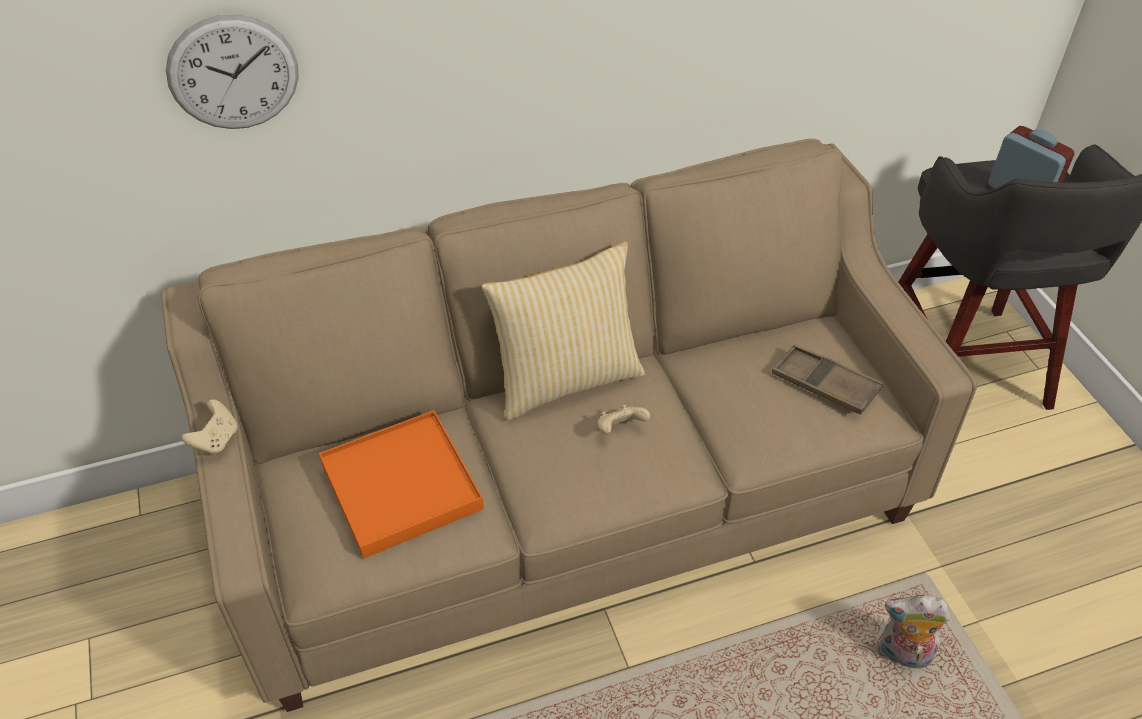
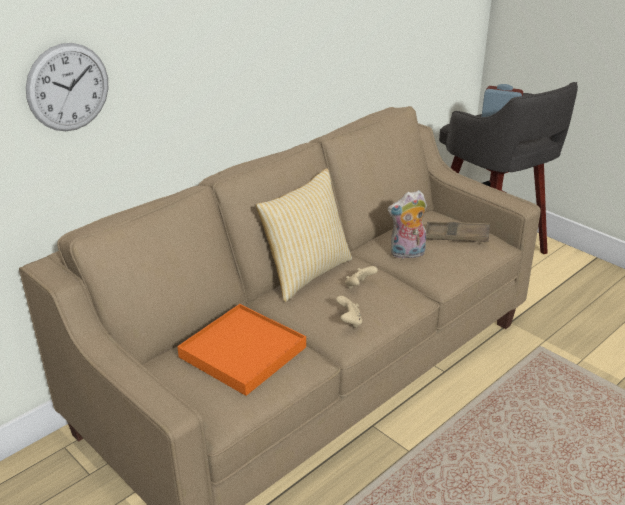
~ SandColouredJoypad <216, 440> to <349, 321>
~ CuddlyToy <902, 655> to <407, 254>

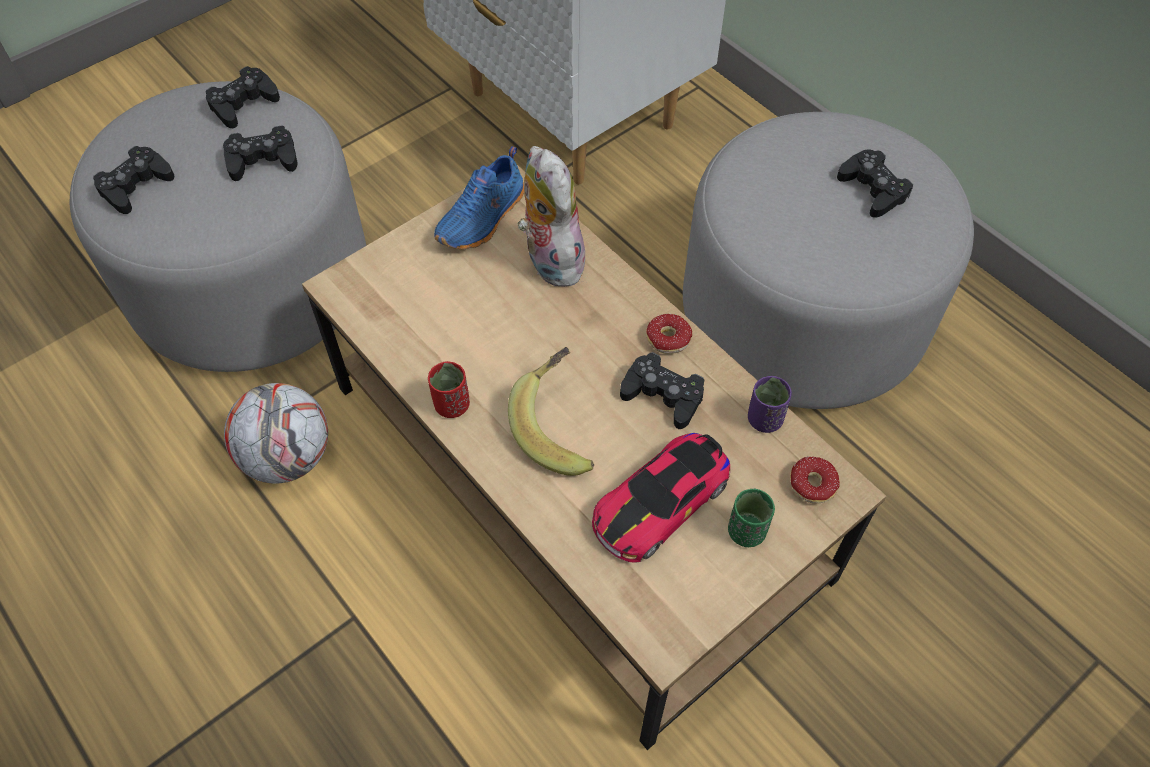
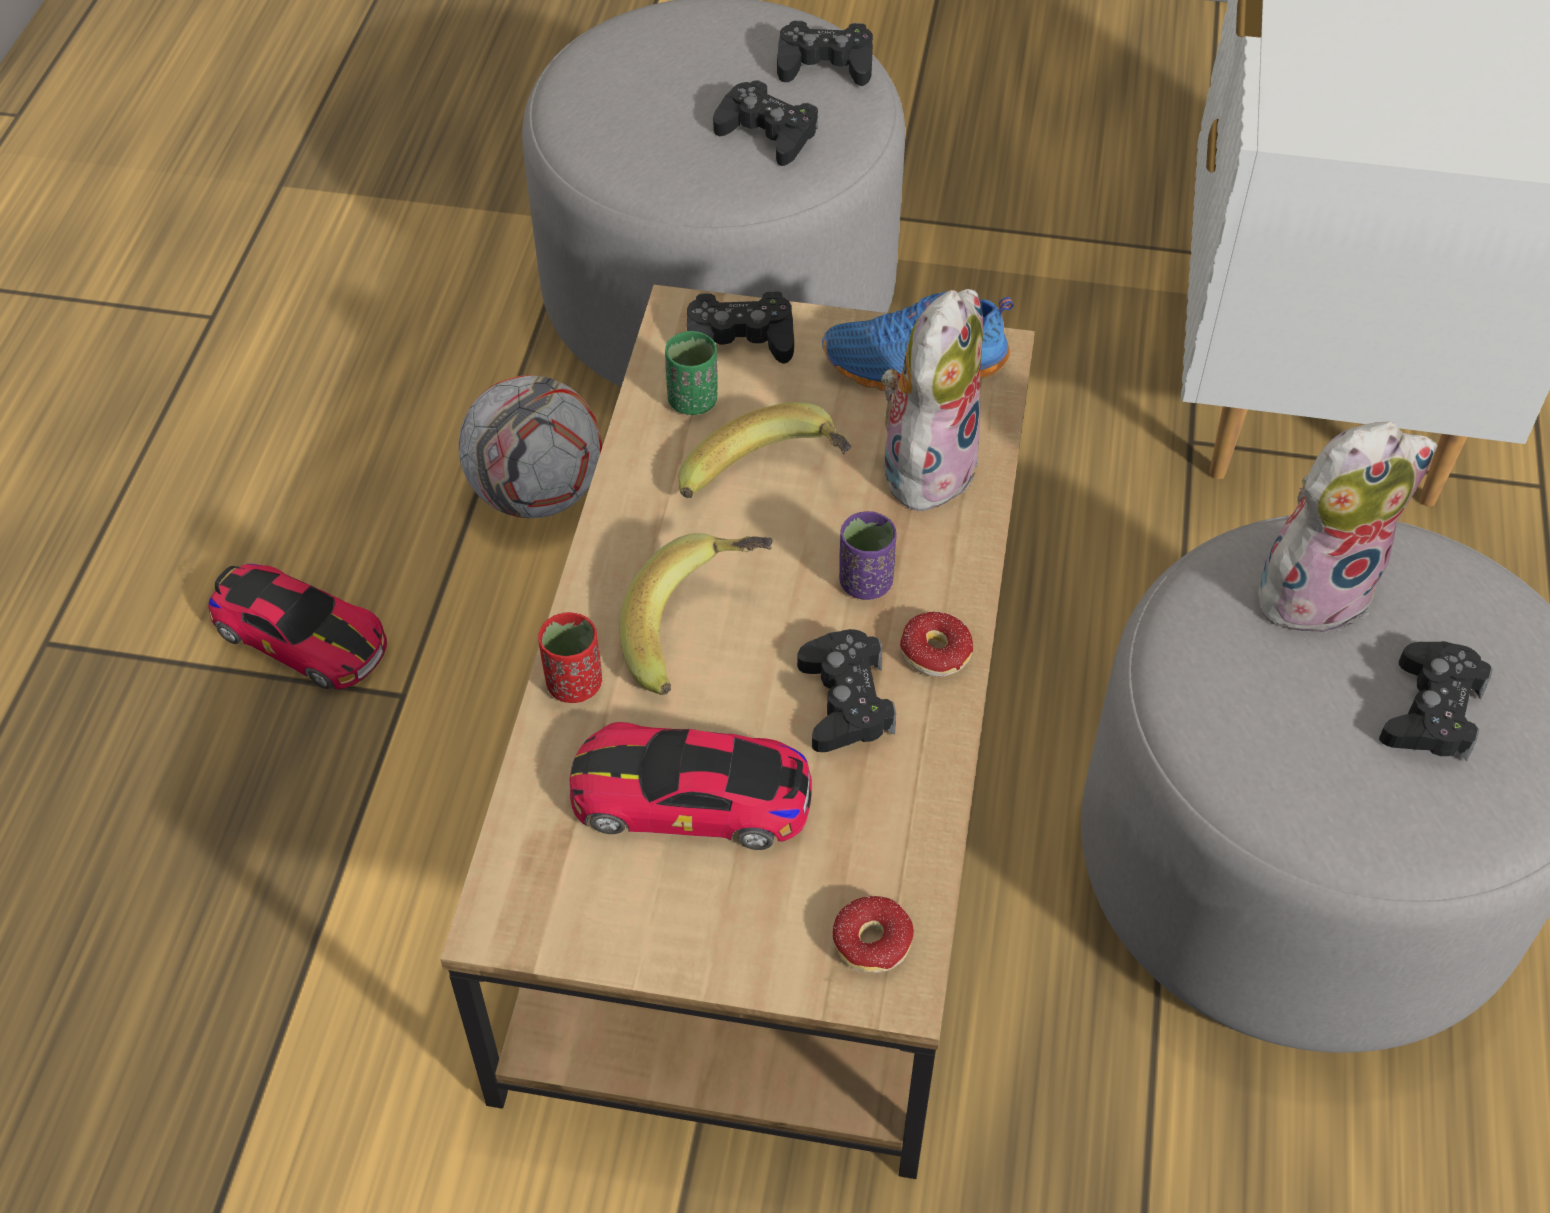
+ MiniatureCar <300, 636>
+ BananaFruit <768, 485>
+ CuddlyToy <1315, 589>
~ BlackColouredJoypad <136, 186> to <740, 339>
~ RedCup <452, 405> to <574, 684>
~ GreenCup <746, 531> to <693, 401>
~ PurpleCup <764, 419> to <865, 582>

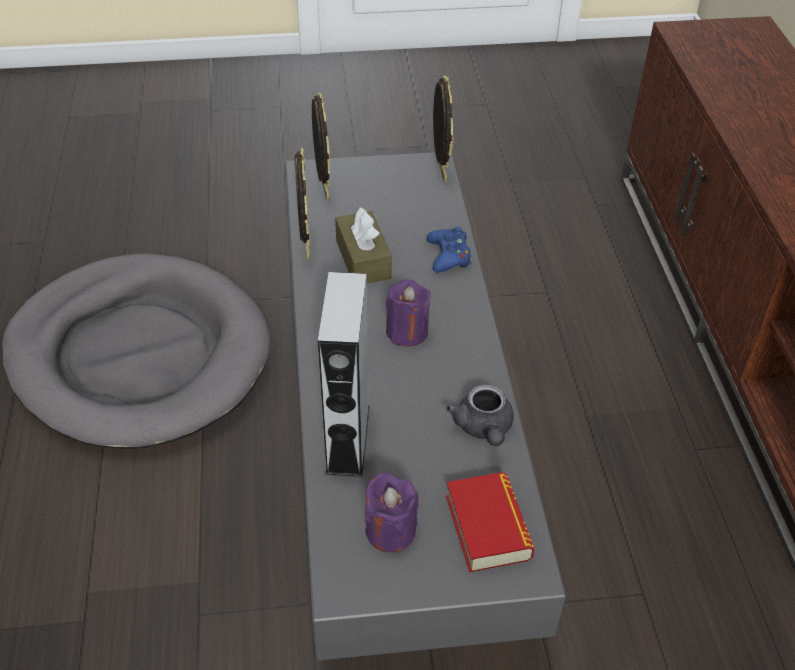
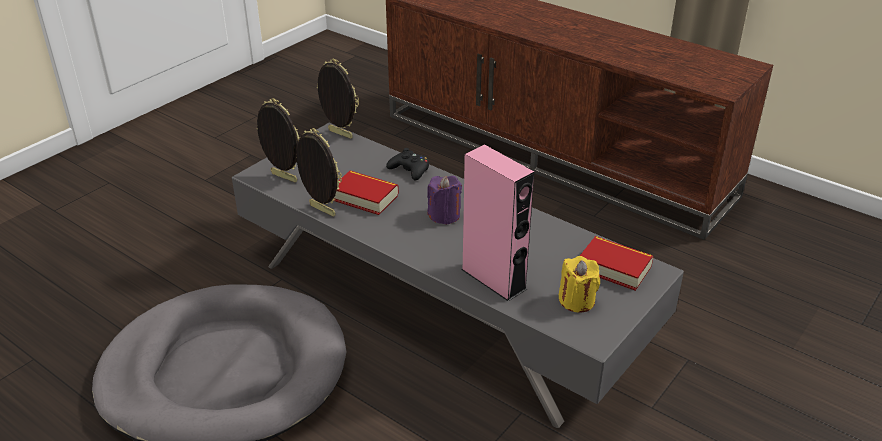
- GreyTeaPot <484, 428>
~ BrownColouredTissueHolder <363, 259> to BoundBook <365, 197>
~ GreyAudioSpeaker <348, 439> to PinkColouredAudioSpeaker <493, 279>
~ PurpleCandle <390, 530> to YellowColouredCandle <576, 301>
~ BlueColouredJoypad <449, 256> to BlackColouredJoypad <410, 170>

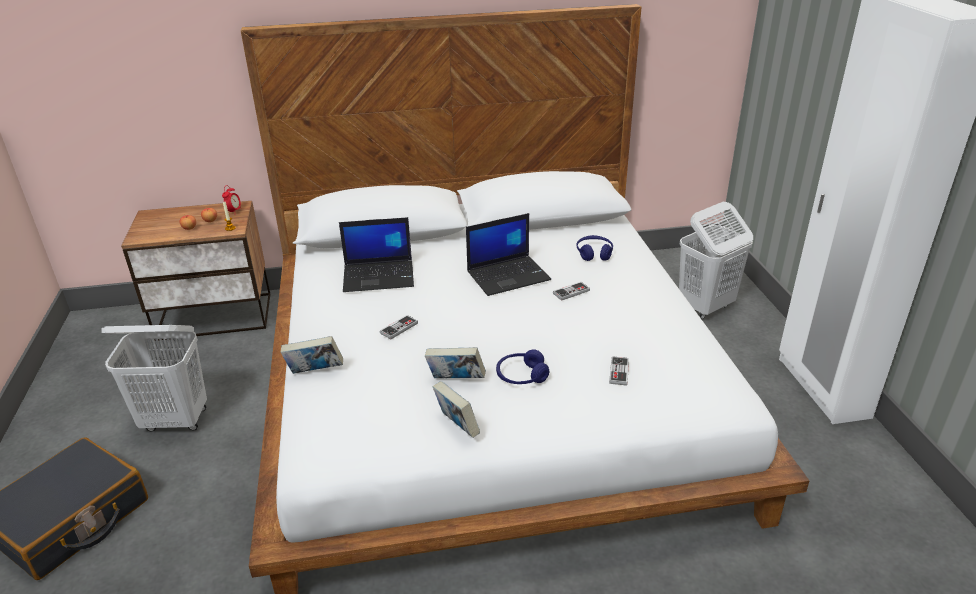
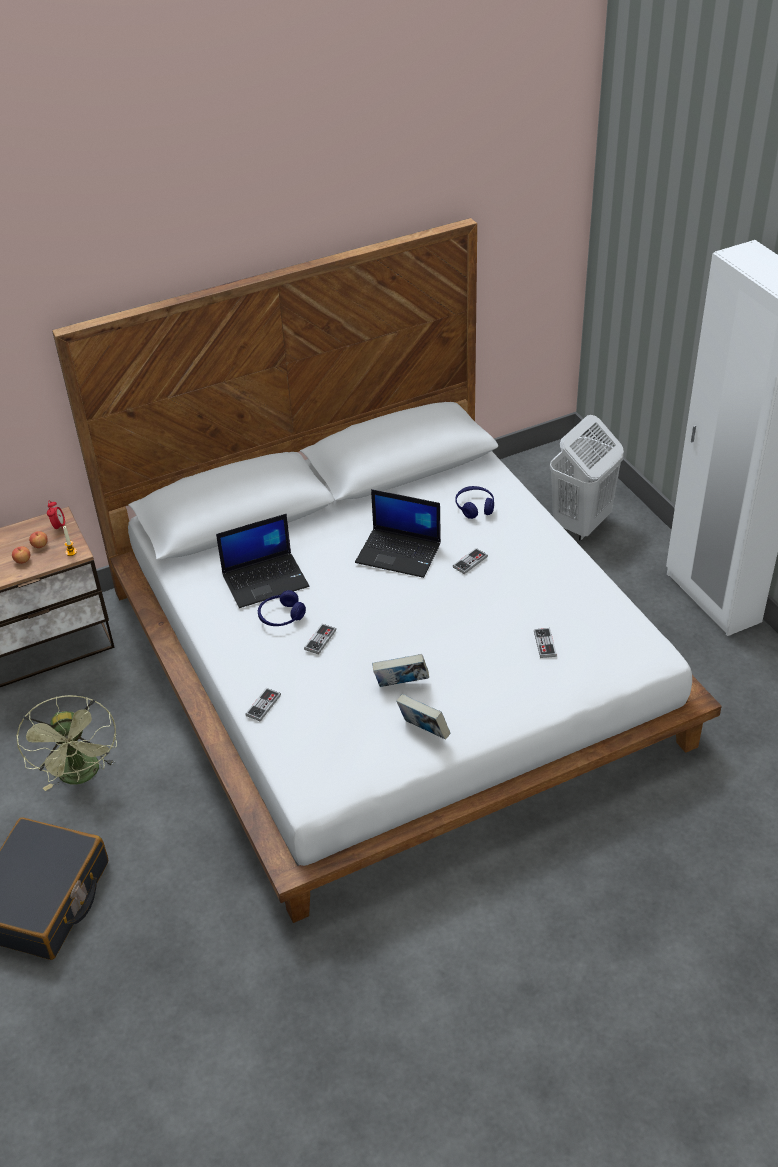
~ BlueColouredPairOfHeadphones <521, 376> to <281, 616>
~ WhitishLaundryBasket <176, 420> to GreenCoolingFan <82, 776>
~ BoundBook <315, 372> to Joypad <263, 705>
~ NotebookComputer <509, 275> = <400, 553> 60 degrees clockwise

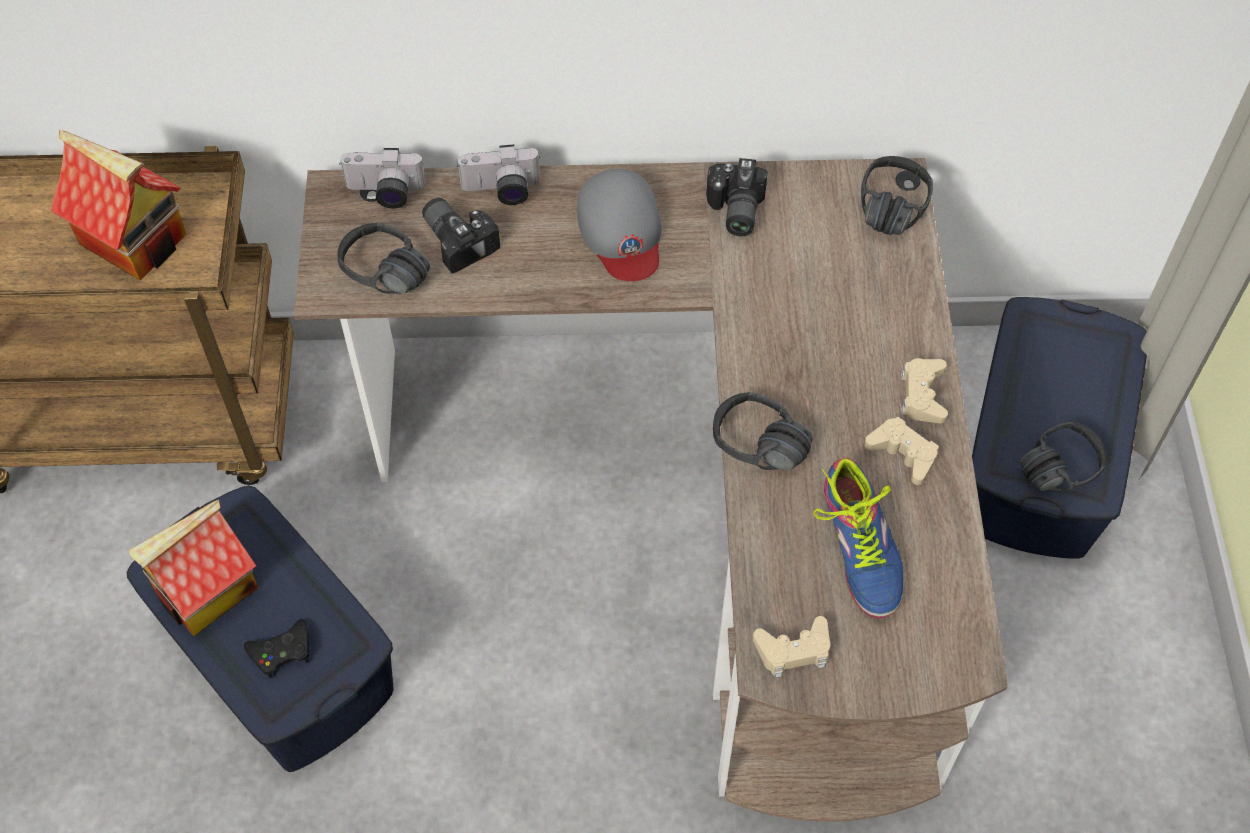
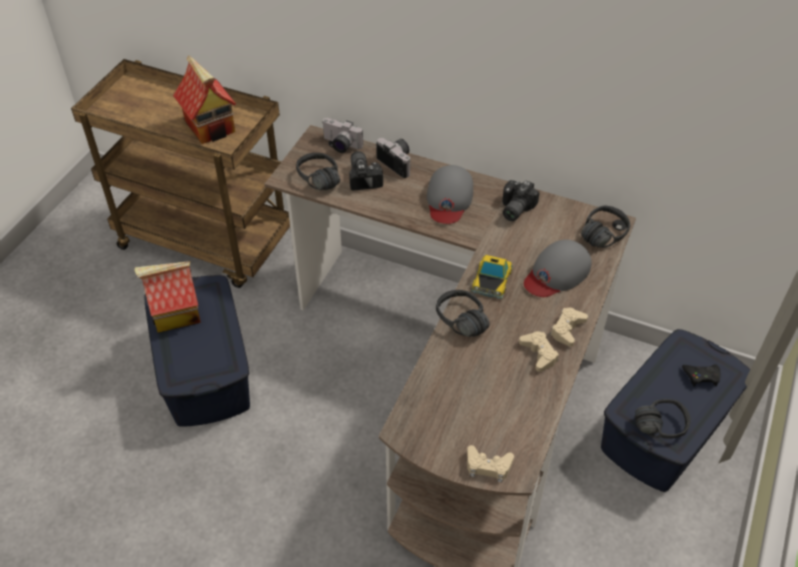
- ItemOfFootwear <861, 547>
+ MiniatureCar <491, 279>
+ GreyCap <556, 273>
~ BlackColouredJoypad <282, 651> to <701, 376>
~ SandColouredJoypad <793, 650> to <488, 466>
~ StillCamera <501, 191> = <398, 162> 150 degrees counterclockwise

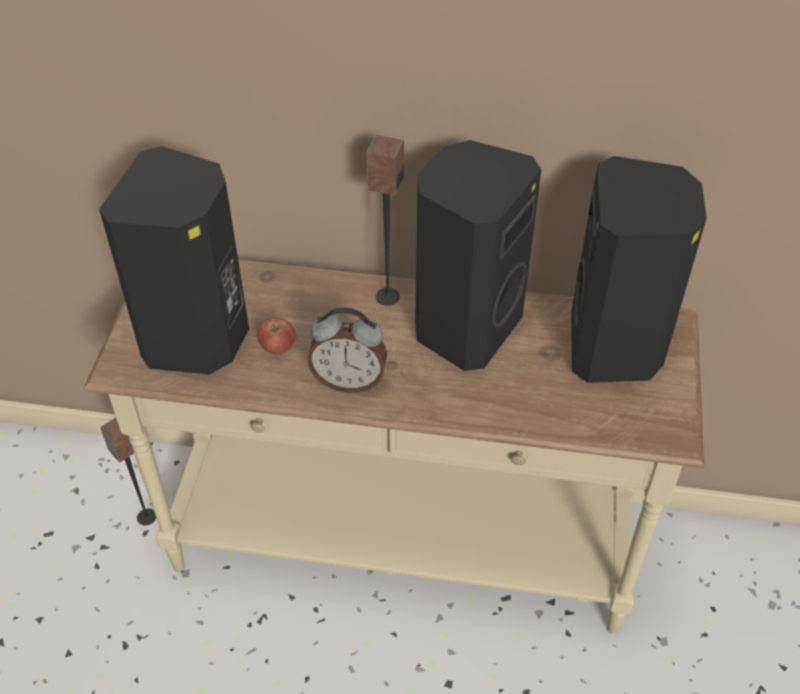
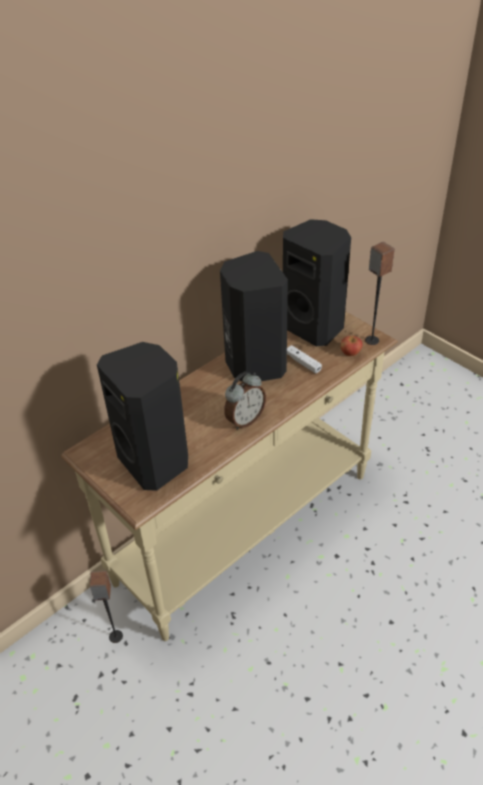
+ WhitishJoypad <303, 363>
~ Apple <278, 347> to <350, 353>
~ AudioSpeaker <387, 296> to <371, 340>

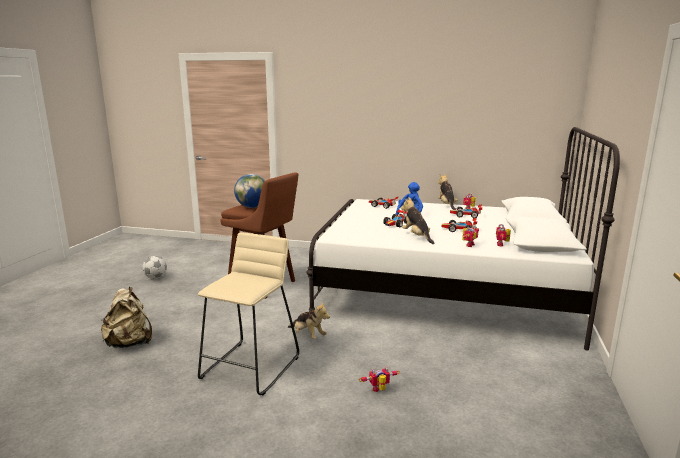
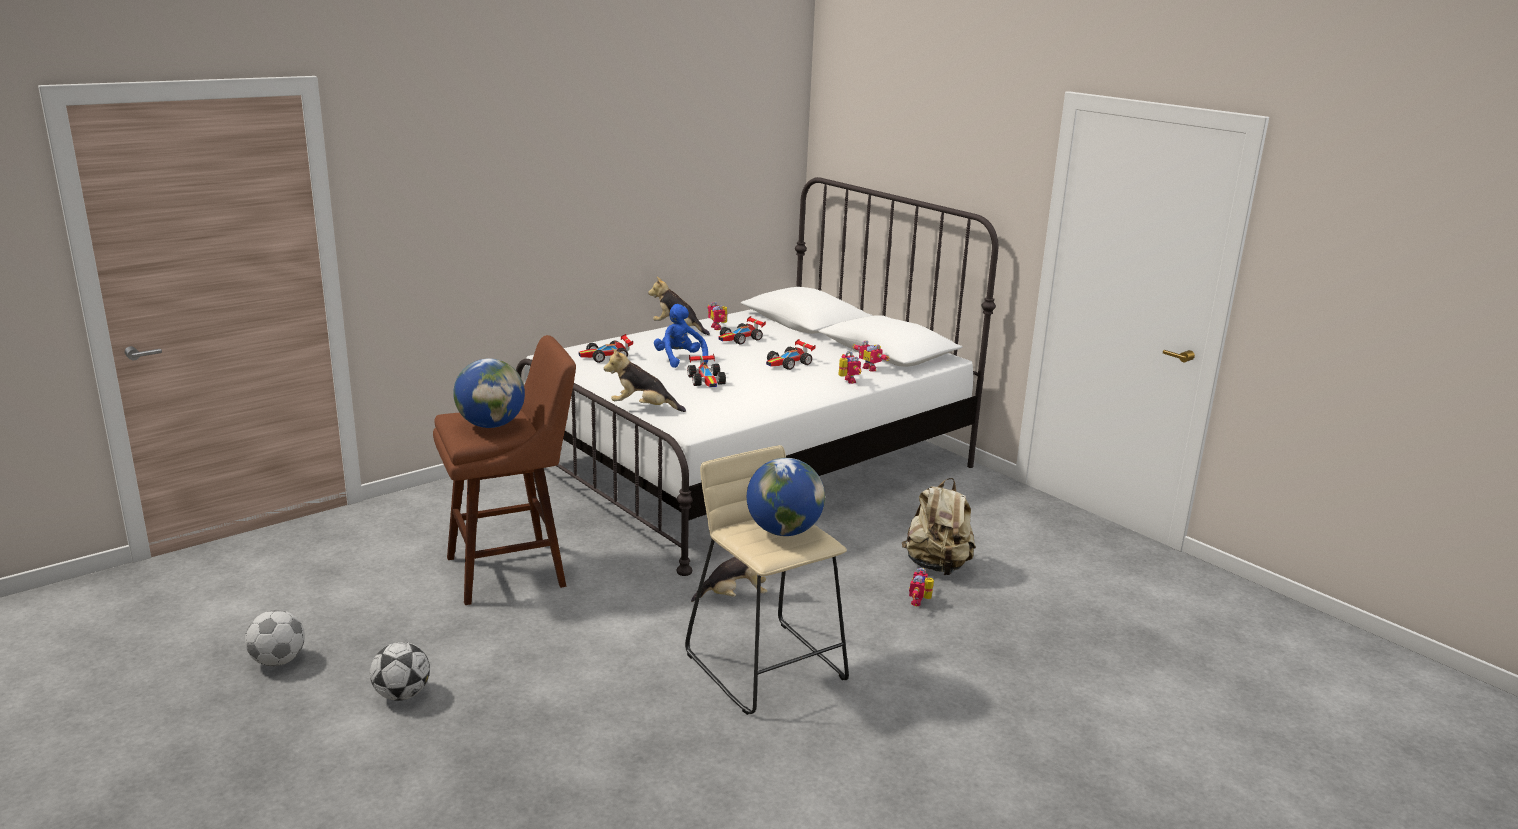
+ FootballBall <402, 695>
+ DeskGlobe <784, 531>
~ SandColouredKnapsack <129, 343> to <937, 566>
~ CuddlyToy <416, 237> to <643, 408>

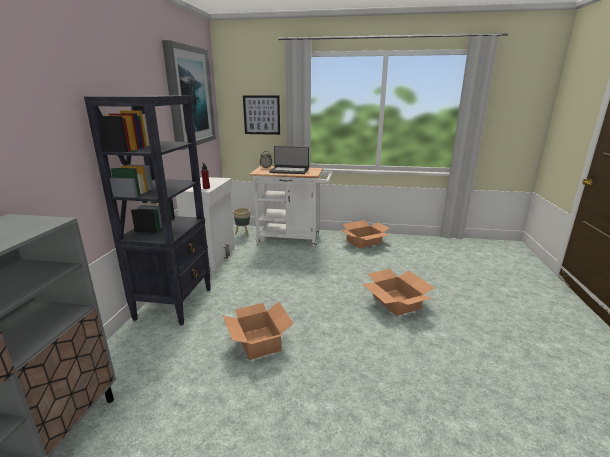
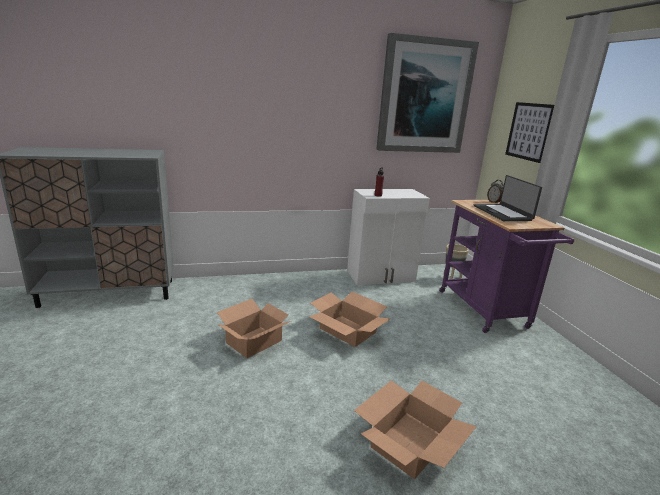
- BlackColouredBookshelf <175, 303>
~ PackingBox <364, 242> to <347, 330>
~ WhitishCart <293, 239> to PurpleCart <486, 312>

